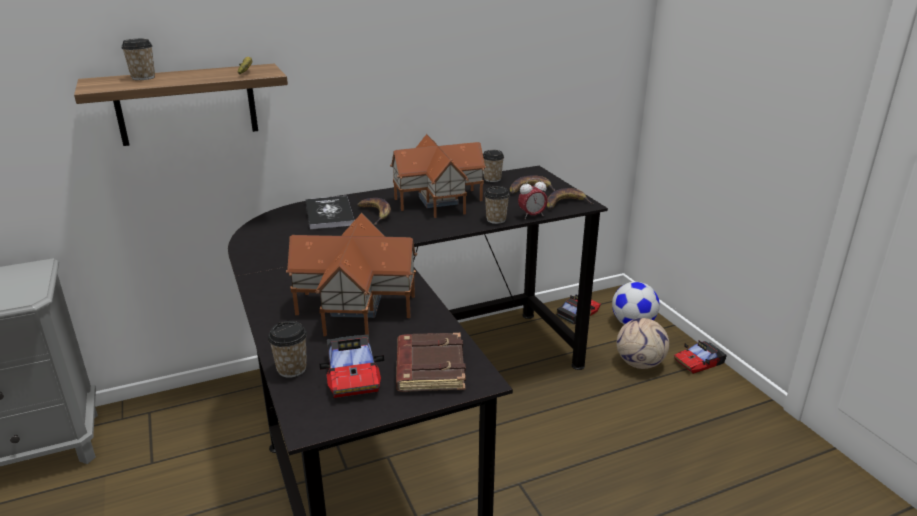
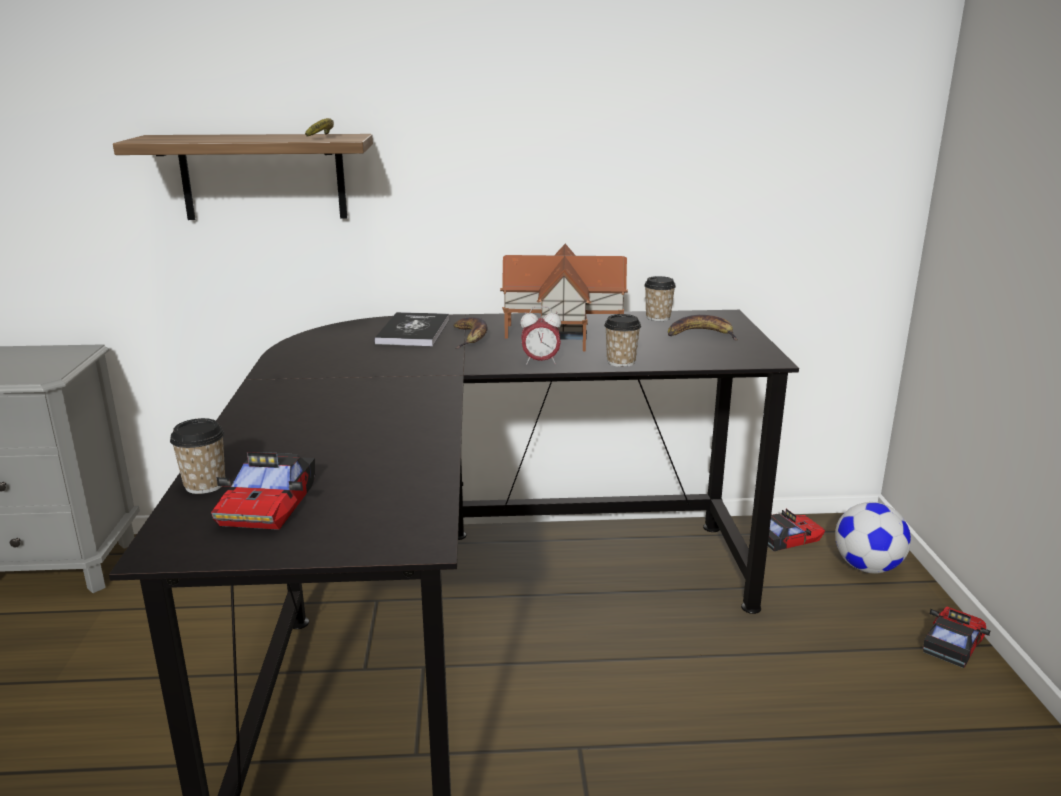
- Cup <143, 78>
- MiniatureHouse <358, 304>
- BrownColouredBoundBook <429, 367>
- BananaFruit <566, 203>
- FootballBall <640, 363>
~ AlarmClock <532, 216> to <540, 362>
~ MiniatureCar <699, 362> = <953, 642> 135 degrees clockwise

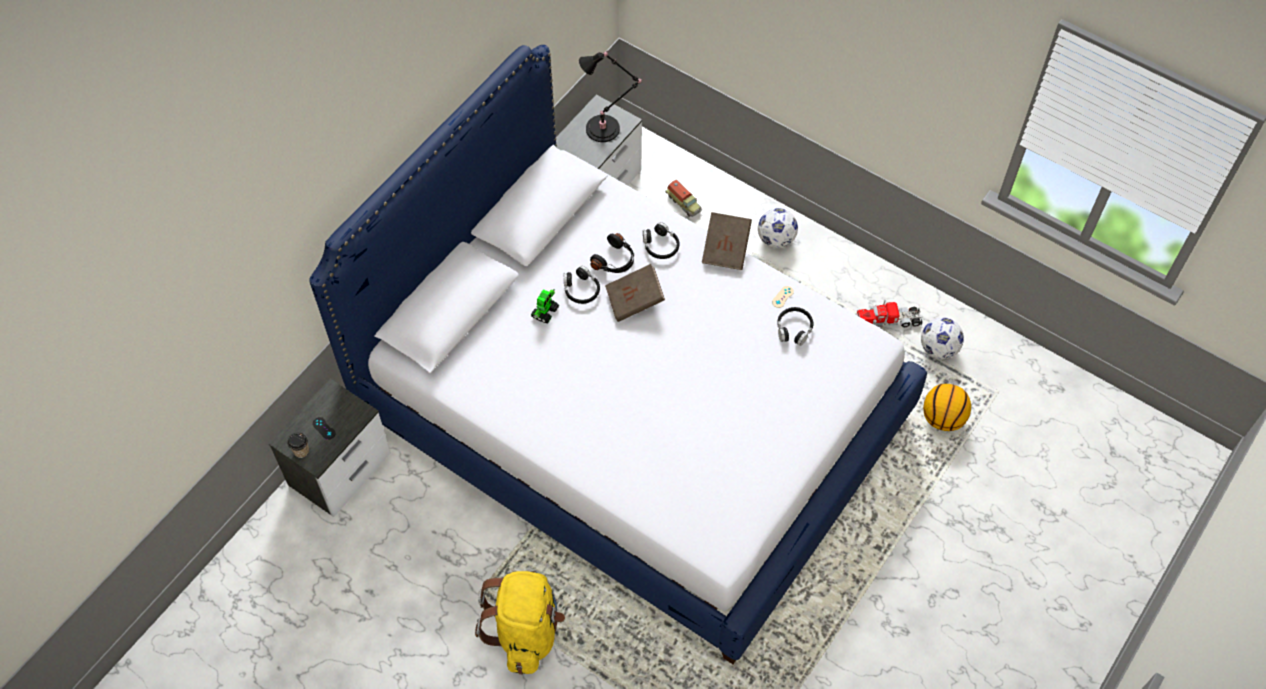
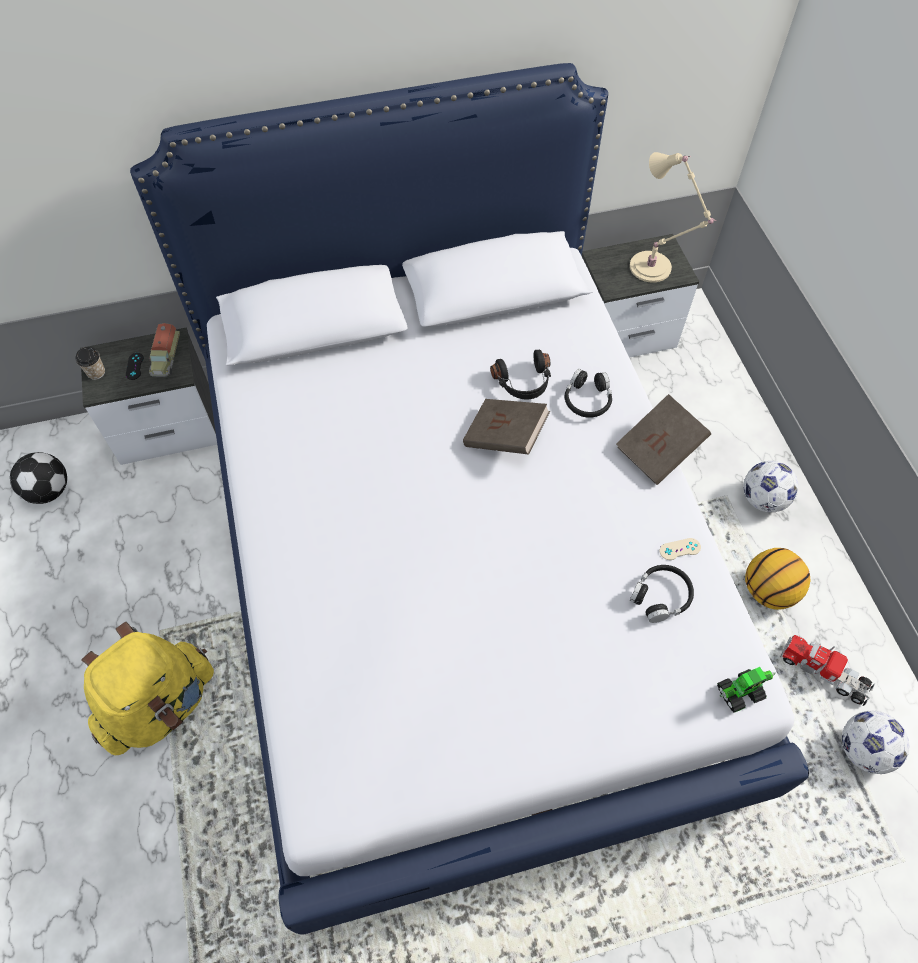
- BlackColouredPairOfHeadphones <581, 289>
+ FootballBall <48, 491>
~ RobotFigure <545, 312> to <740, 692>
~ ToyTruck <684, 203> to <166, 357>
~ BallForBasketball <942, 418> to <767, 590>
~ BlackColouredTabletopLamp <606, 129> to SandColouredTabletopLamp <653, 269>

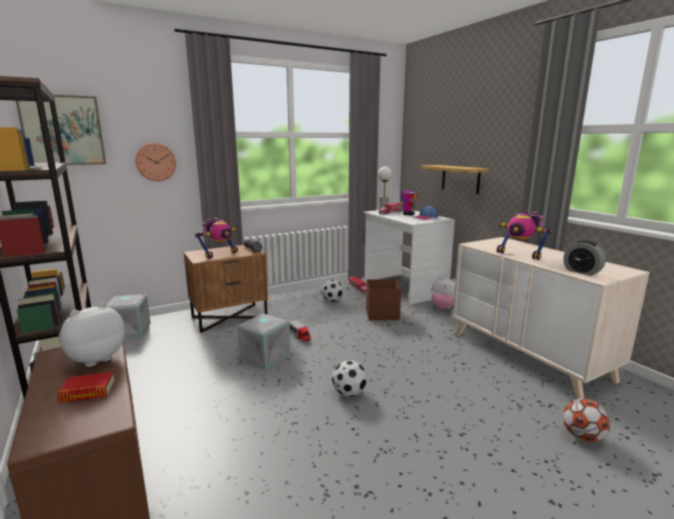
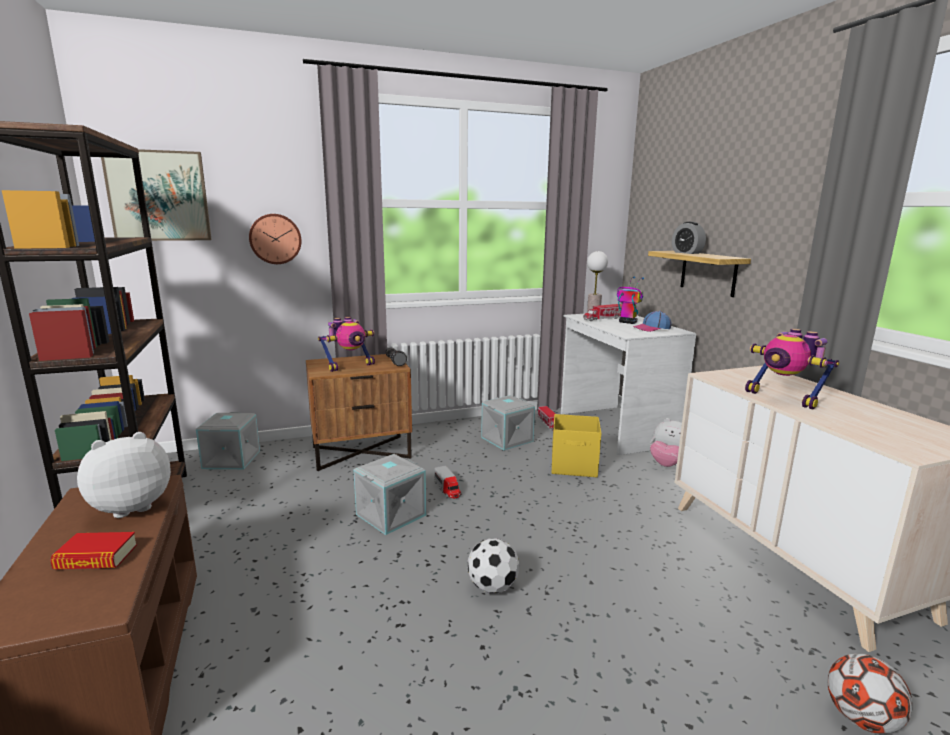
~ AlarmClock <581, 272> to <687, 253>
~ FootballBall <332, 301> to GreyStorageBox <507, 440>
~ BrownColouredStorageBox <382, 314> to YellowColouredStorageBox <574, 466>

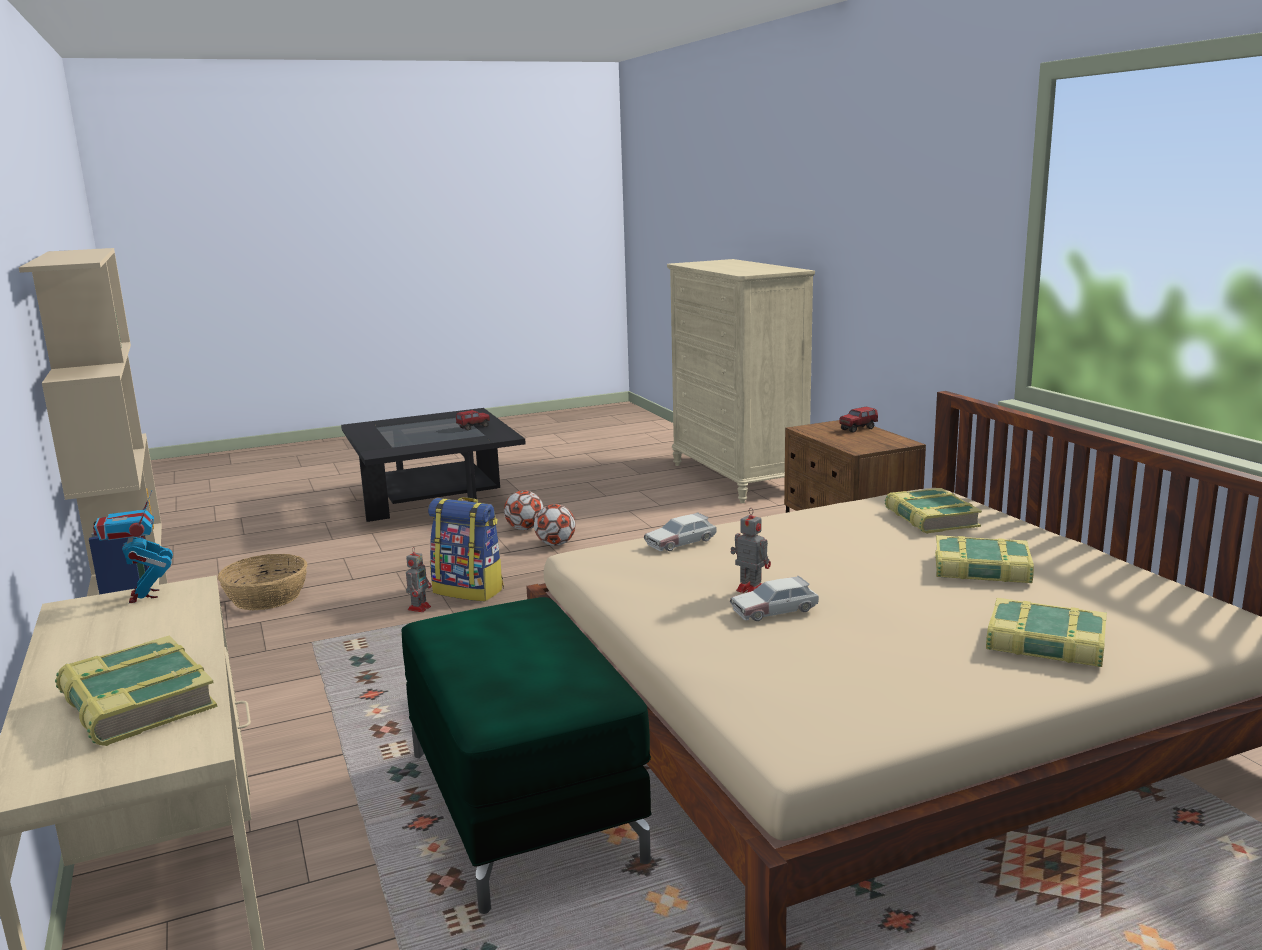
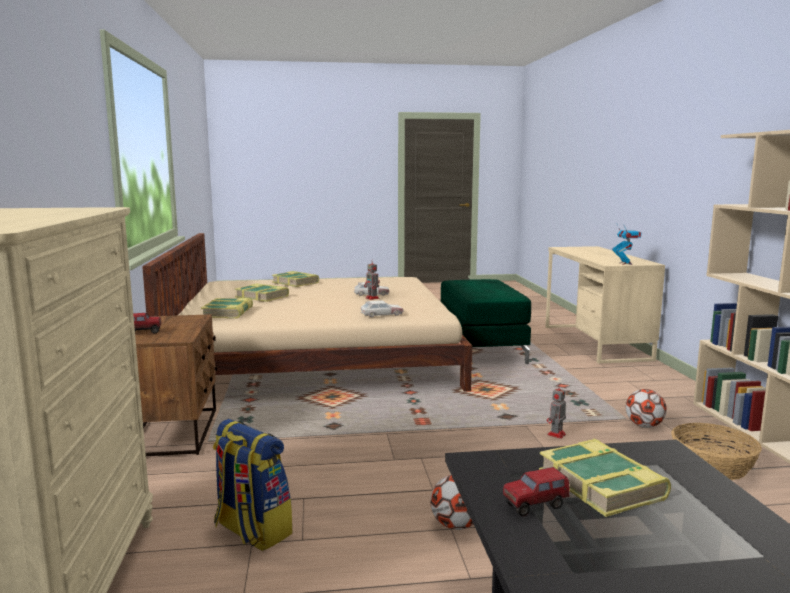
~ BoundBook <136, 703> to <602, 485>
~ Knapsack <469, 590> to <251, 531>
~ FootballBall <556, 544> to <644, 426>

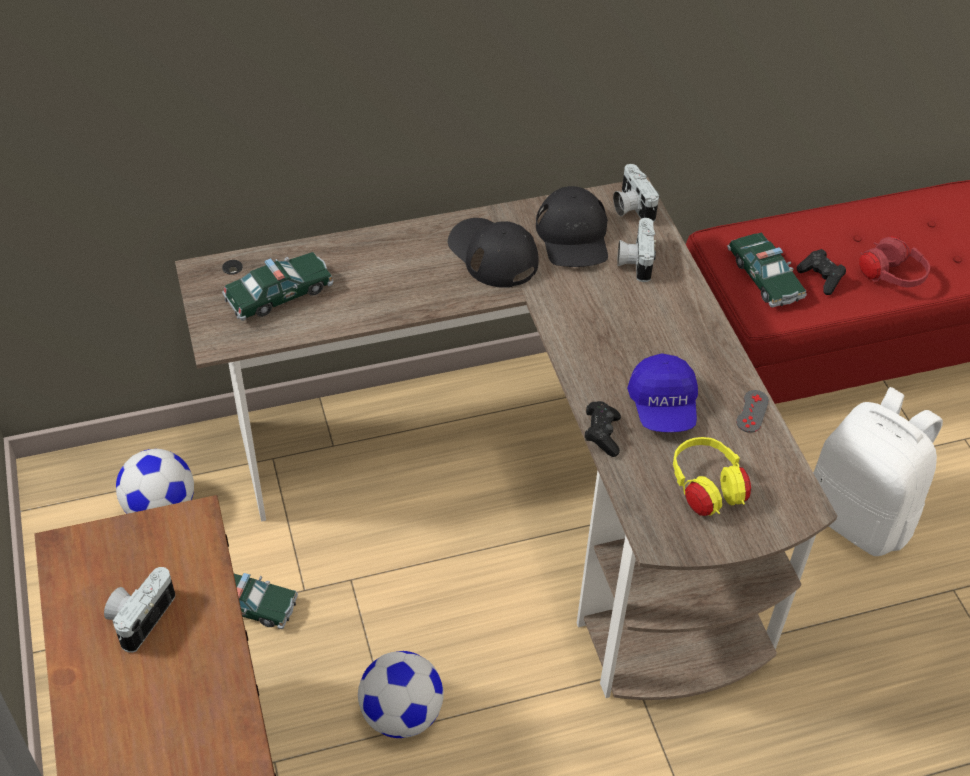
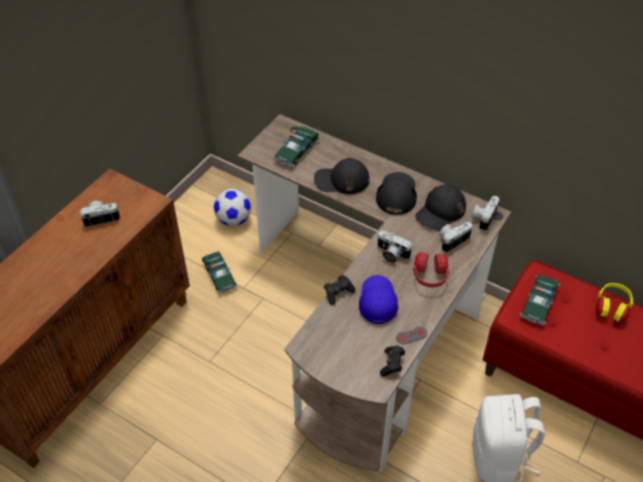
- FootballBall <401, 714>
+ BlackColouredCap <341, 180>
+ StillCamera <391, 254>
~ YellowColouredPairOfHeadphones <706, 489> to <611, 309>
~ BlackColouredJoypad <821, 278> to <392, 364>
~ RedPairOfHeadphones <890, 277> to <429, 277>
~ MiniatureCar <279, 294> = <296, 151> 105 degrees clockwise
~ BlueColouredCap <663, 407> = <377, 303> 135 degrees clockwise

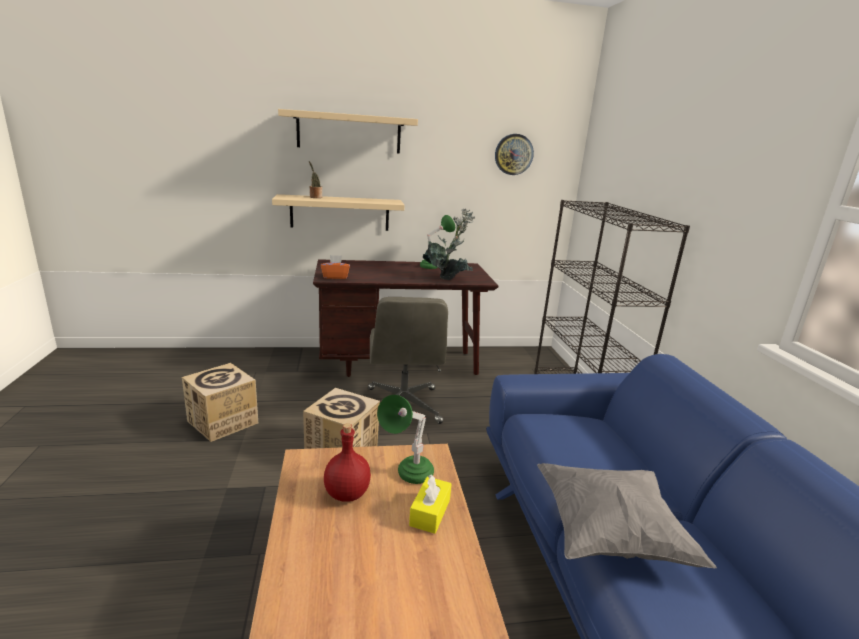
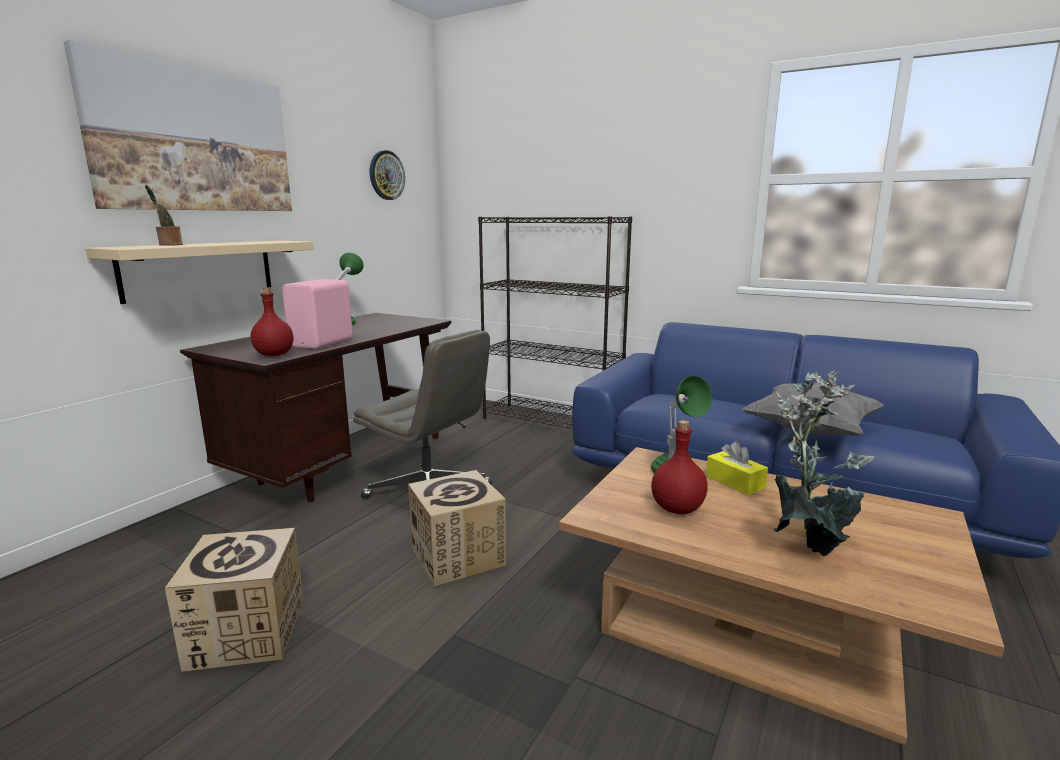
+ PinkColouredAudioSpeaker <323, 343>
~ PottedPlant <448, 277> to <807, 544>
~ SandColouredShelf <349, 132> to WallPicture <194, 141>
~ OrangeyTissueHolder <335, 277> to RedBottle <274, 355>

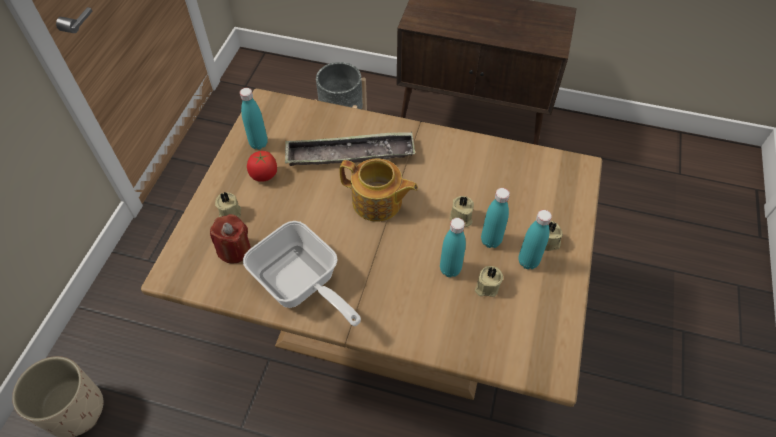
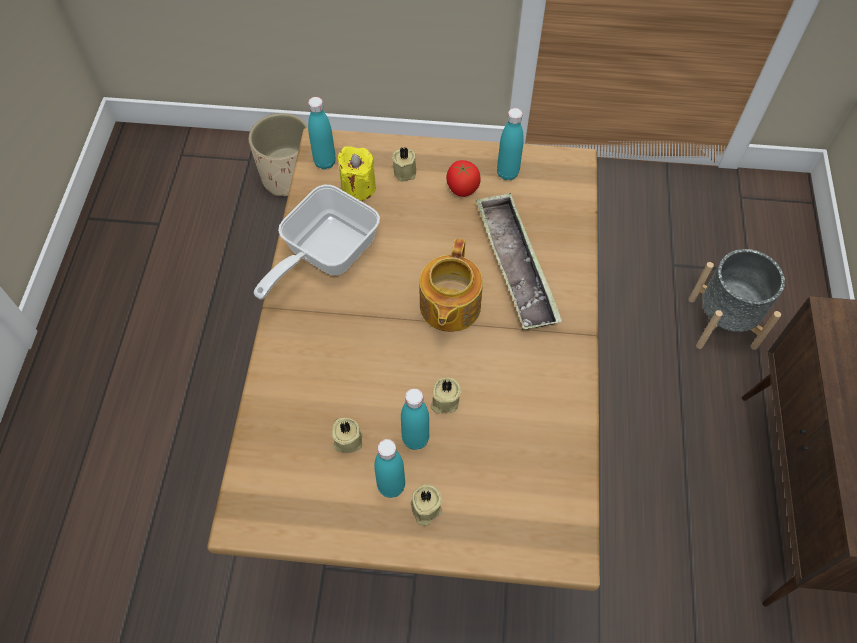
~ TurquoiseColouredBottle <450, 269> to <325, 162>
~ RedCandle <234, 250> to YellowColouredCandle <358, 187>

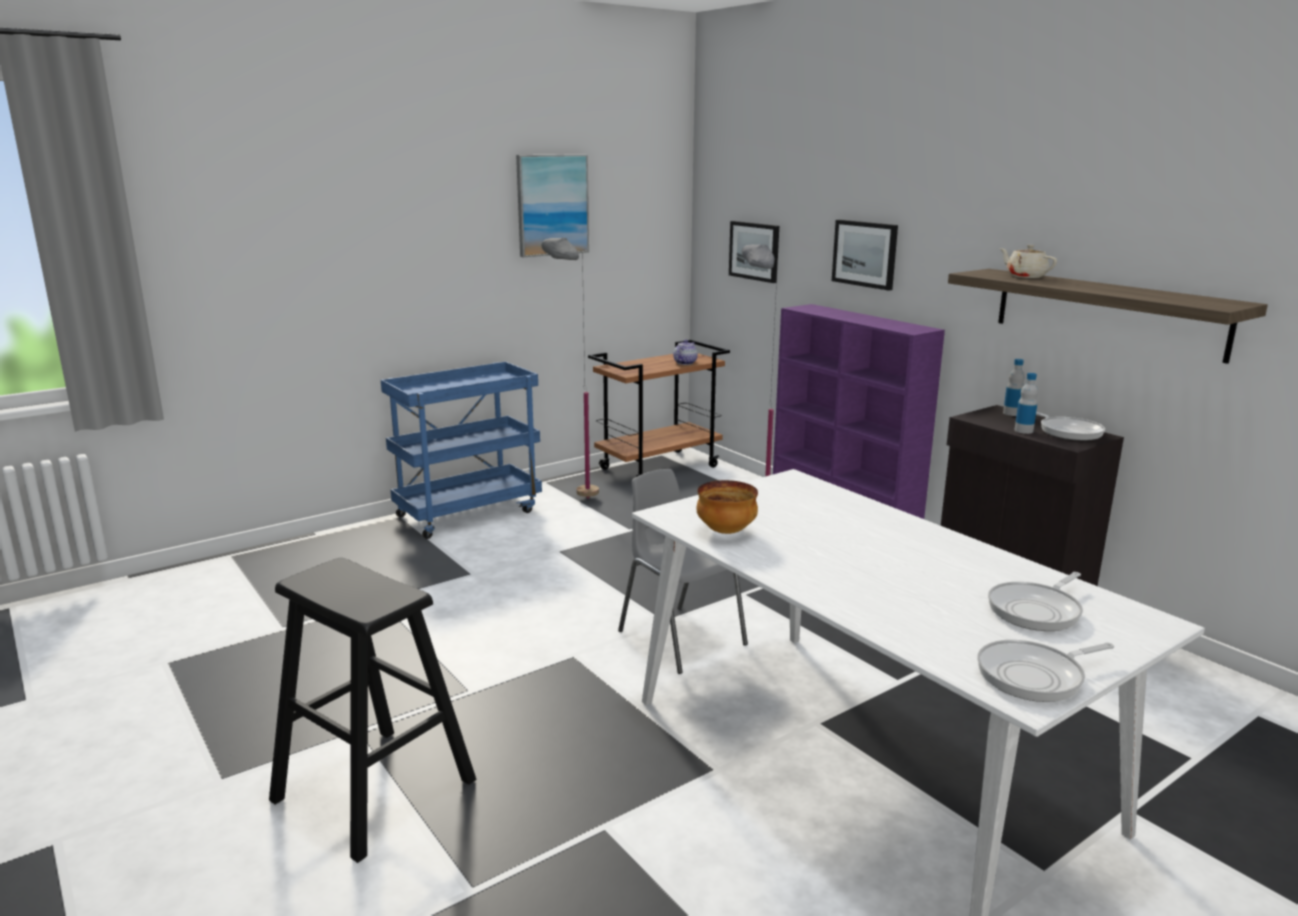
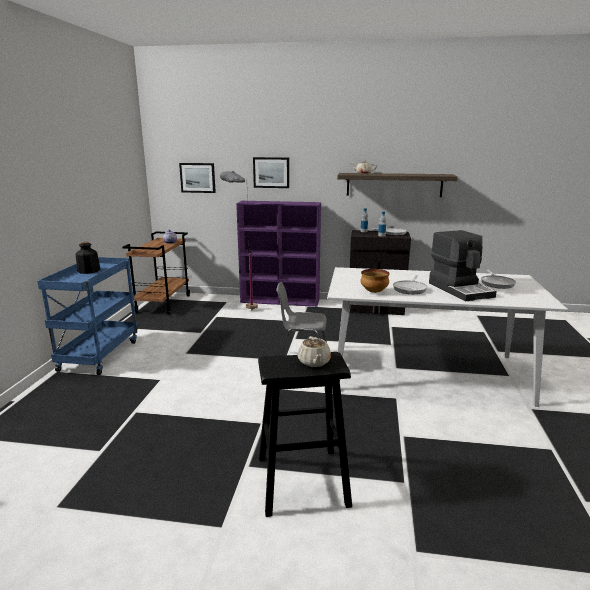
- WallPicture <552, 205>
- GreyFloorLamp <573, 494>
+ Bottle <88, 271>
+ SandColouredTeaPot <314, 362>
+ CoffeeMachine <460, 289>
~ FryingPan <1035, 676> to <410, 289>

